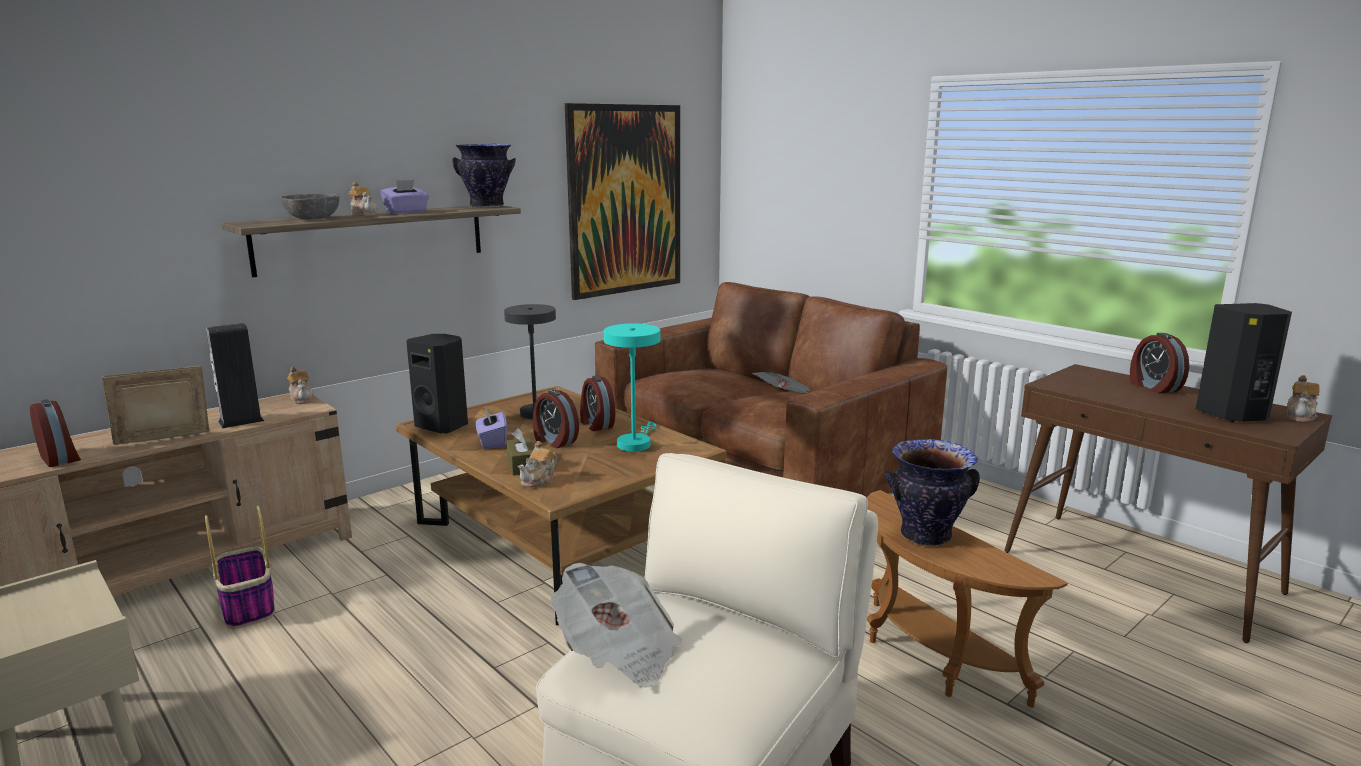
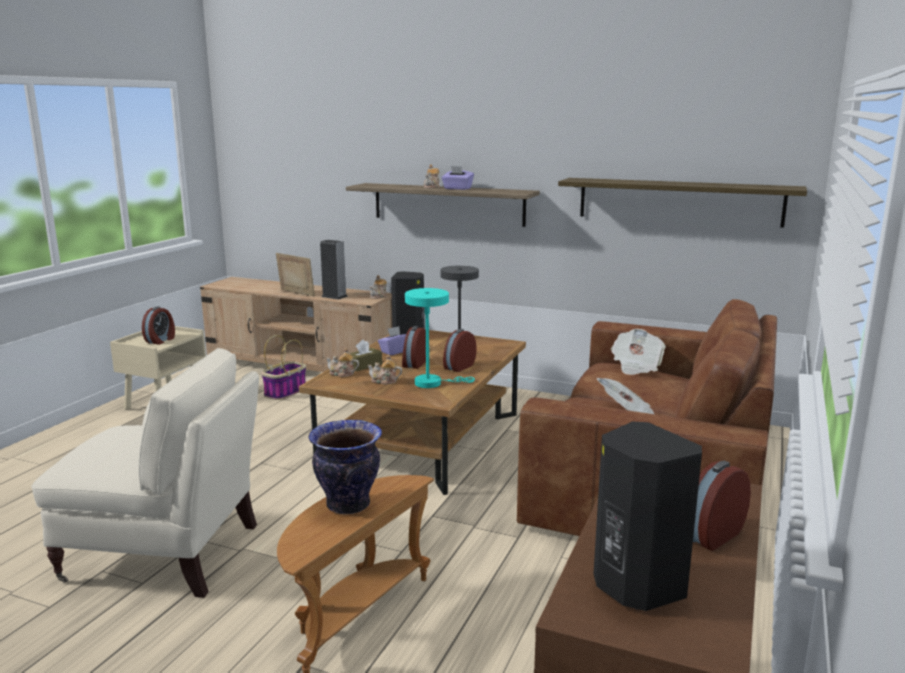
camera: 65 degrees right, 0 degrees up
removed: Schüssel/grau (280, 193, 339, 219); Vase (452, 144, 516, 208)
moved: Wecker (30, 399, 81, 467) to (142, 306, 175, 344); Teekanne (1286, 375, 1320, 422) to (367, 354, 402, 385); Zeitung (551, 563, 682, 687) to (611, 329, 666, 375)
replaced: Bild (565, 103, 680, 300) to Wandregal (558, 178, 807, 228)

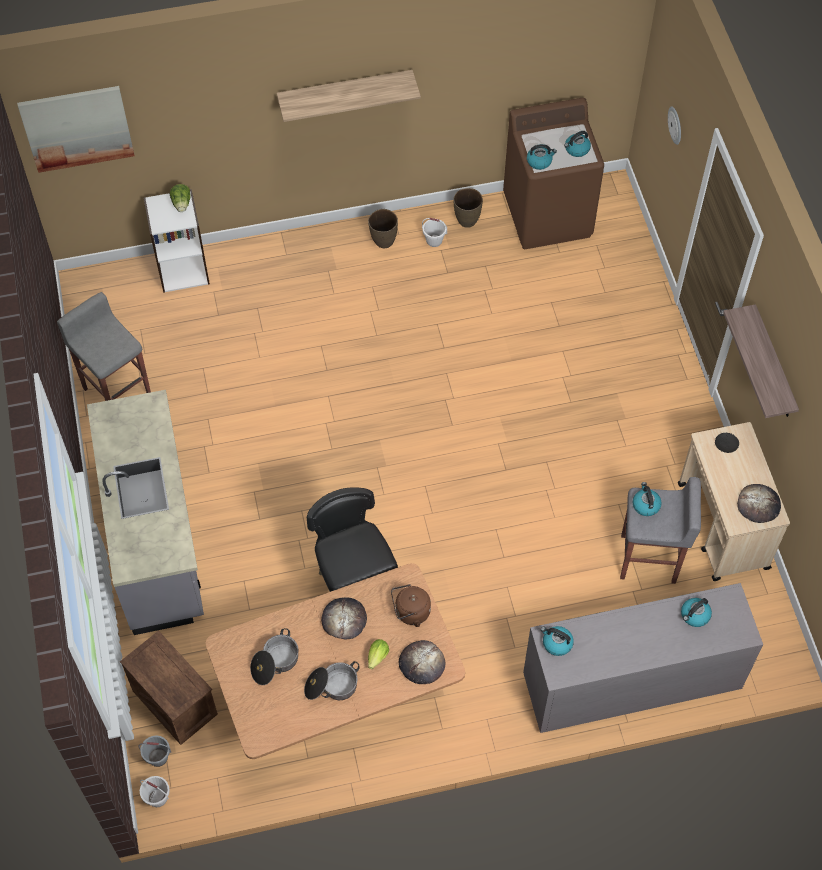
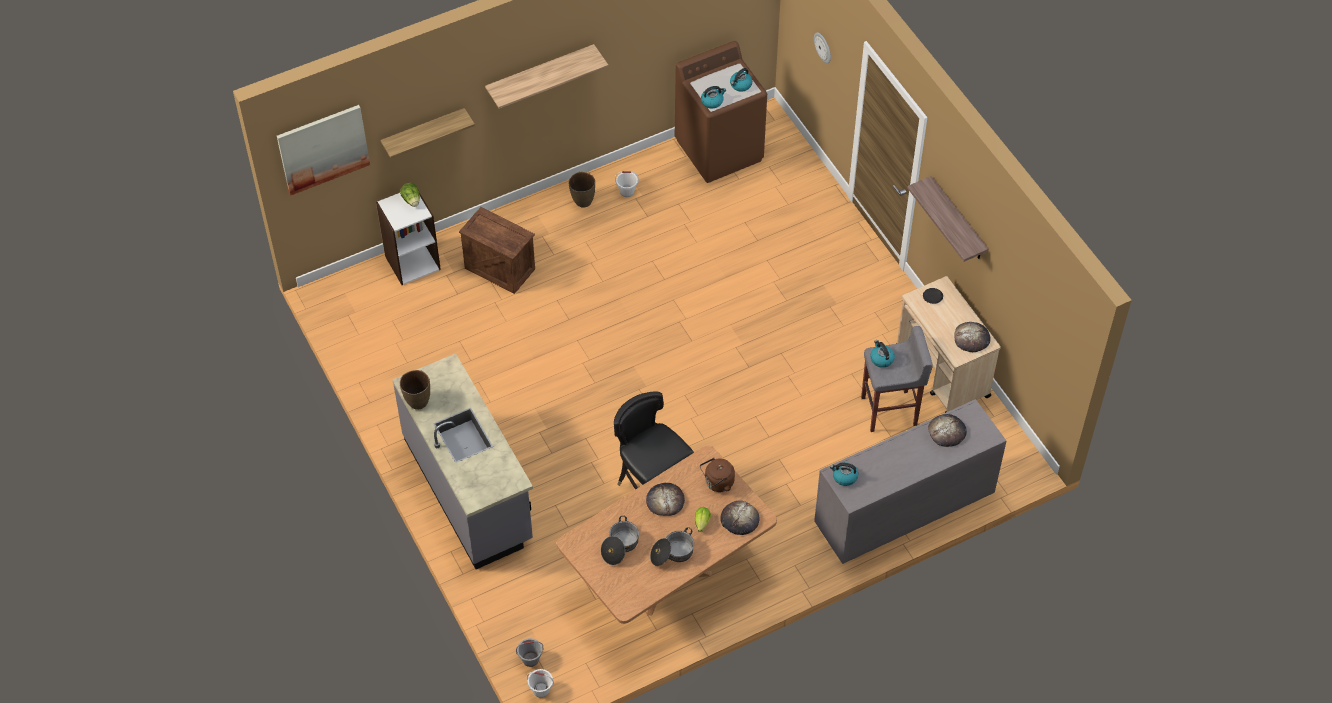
camera: 15 degrees left, 5 degrees down
removed: Hocker/grau (57, 292, 151, 401)
added: Wandregal (381, 108, 475, 158)
moved: Vase/braun (453, 188, 483, 228) to (400, 370, 430, 410); Kiste (120, 631, 218, 745) to (459, 207, 535, 294)
replaced: Wasserkessel (681, 598, 712, 627) to Brot (928, 414, 967, 447)

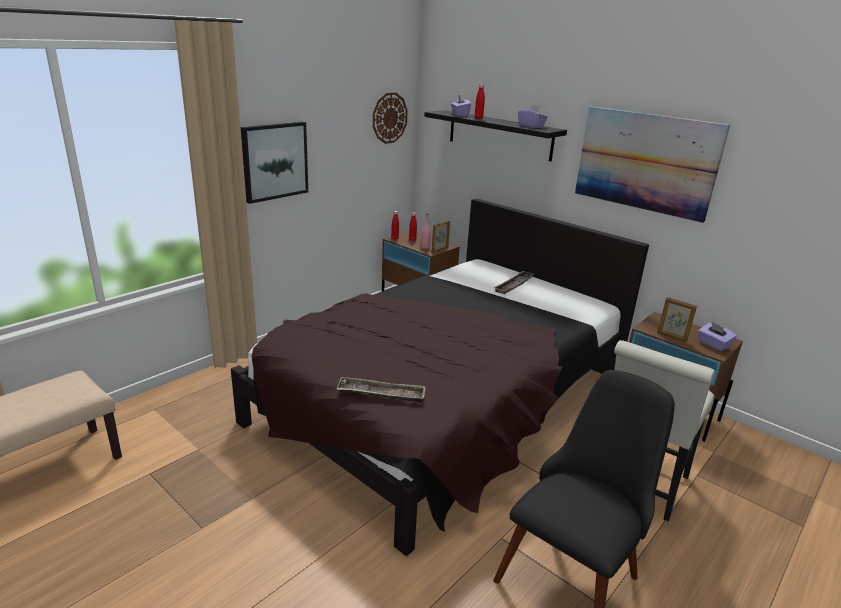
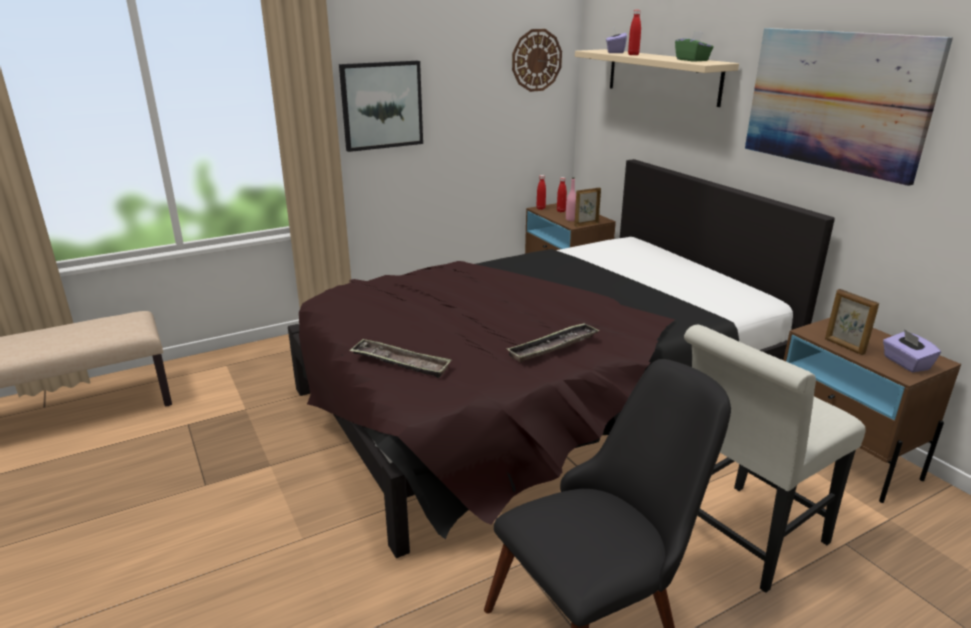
camera: 20 degrees right, 0 degrees up
moved: Tablett (494, 271, 534, 294) to (507, 323, 600, 362)
recoloured: Wandregal/schwarz (424, 110, 567, 161) to Wandregal/beige (575, 49, 739, 107); Taschentuchbox/lila (518, 104, 548, 128) to Taschentuchbox/grün (675, 31, 714, 62)

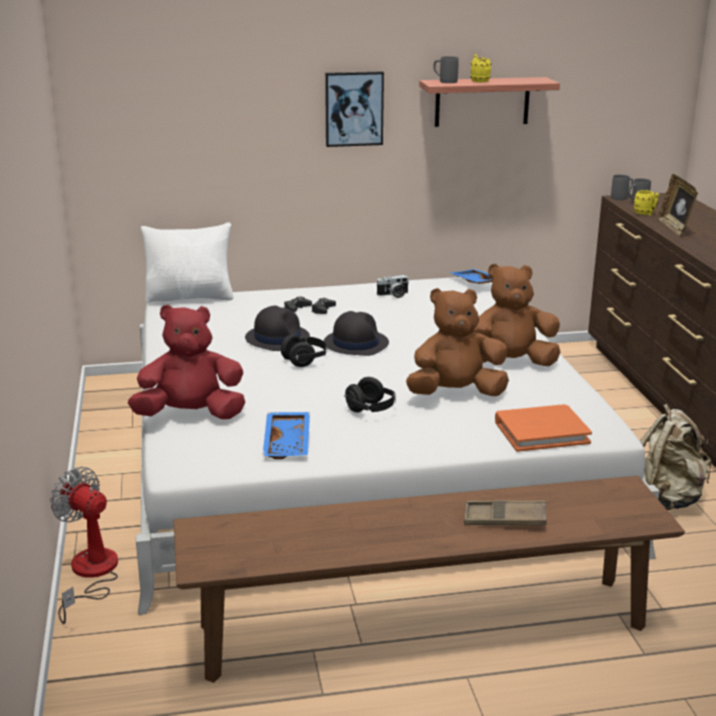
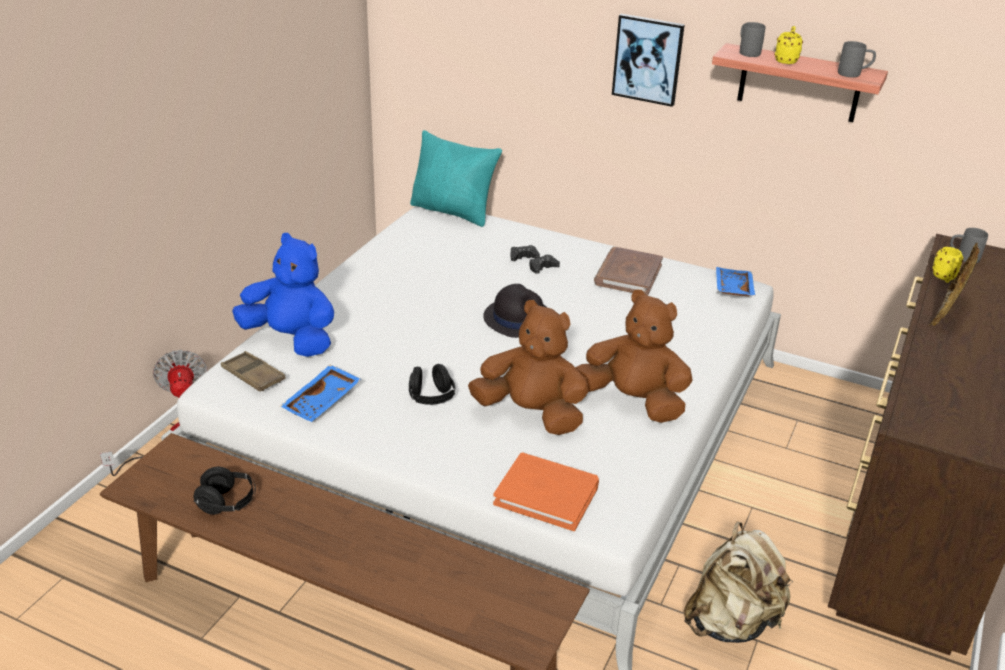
camera: 35 degrees right, 10 degrees up
removed: Hut/schwarz (245, 306, 310, 351)
moved: Kopfhörer/schwarz (281, 334, 328, 367) to (194, 467, 256, 515); Tablett/braun (464, 500, 547, 526) to (221, 351, 286, 392); Henkelbecher/grau (611, 175, 633, 200) to (838, 41, 876, 77)
replaced: Kamera (376, 275, 408, 298) to Buch/braun (594, 247, 663, 296)
recoloured: Plüschtier/rot (128, 304, 245, 419) to Plüschtier/blau (232, 233, 334, 357); Kissen/weiß (141, 222, 234, 303) to Kissen/türkis (410, 130, 502, 227)

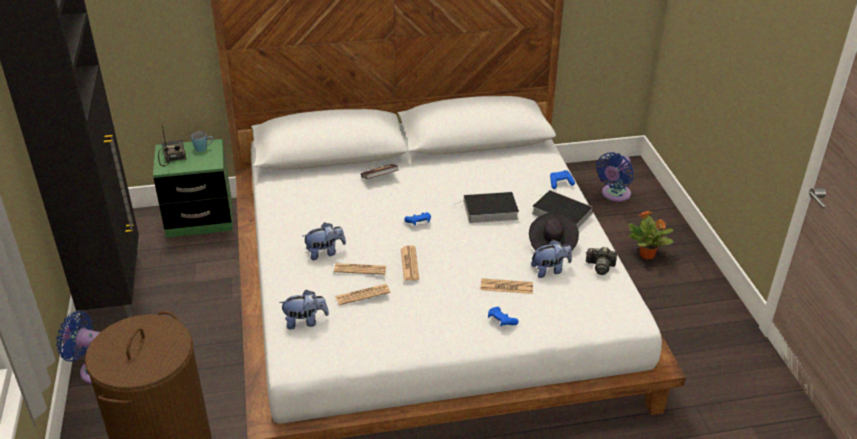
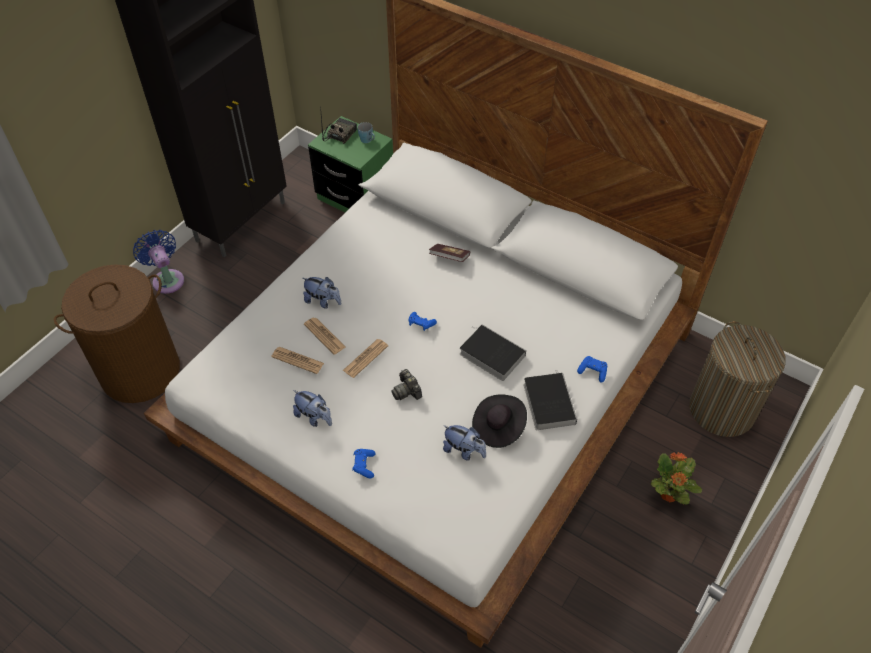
camera: 45 degrees right, 15 degrees up
removed: Zeitung (480, 278, 533, 294)
moved: Plüschtier (279, 290, 329, 330) to (293, 390, 332, 427); Kamera (586, 247, 617, 275) to (391, 369, 422, 400)
replaced: Ventilator/blau (596, 152, 634, 202) to Wäschekorb (689, 321, 786, 437)

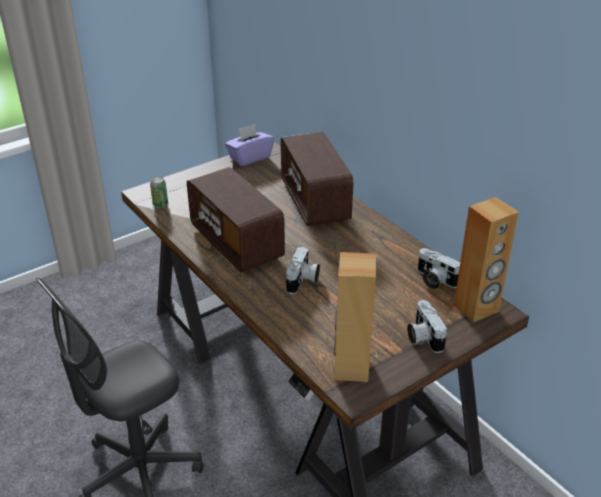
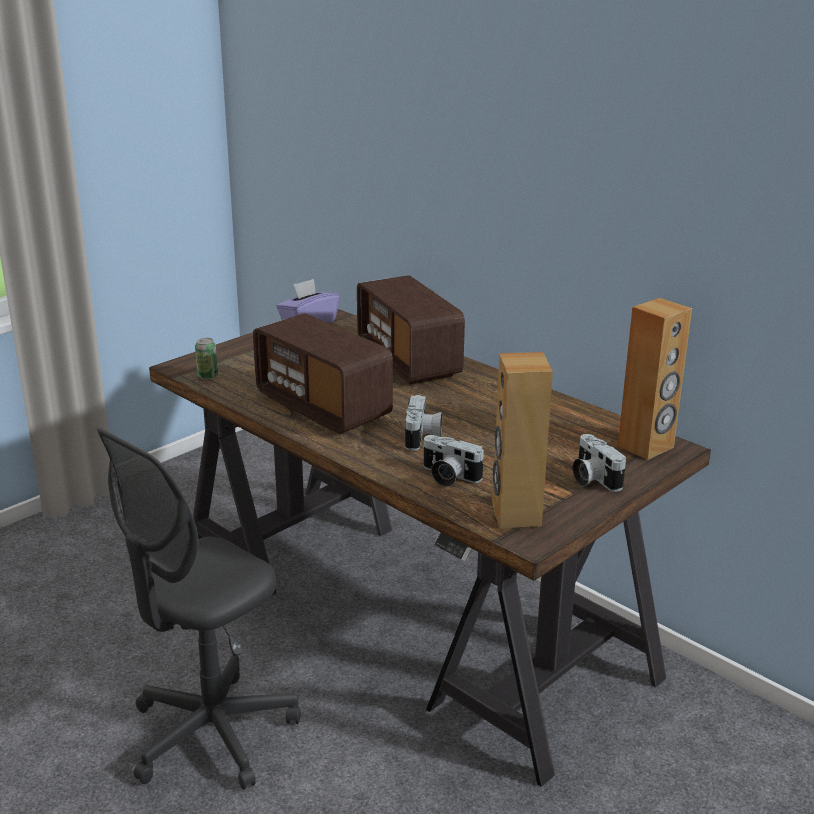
camera: 10 degrees left, 10 degrees down
moved: Kamera (418, 248, 460, 289) to (423, 435, 485, 487)

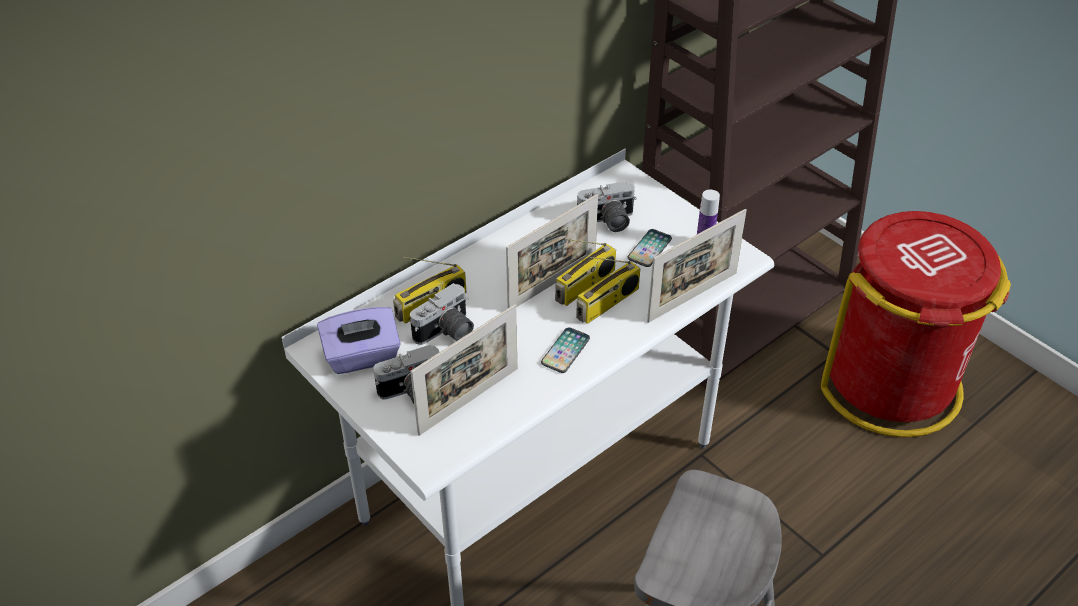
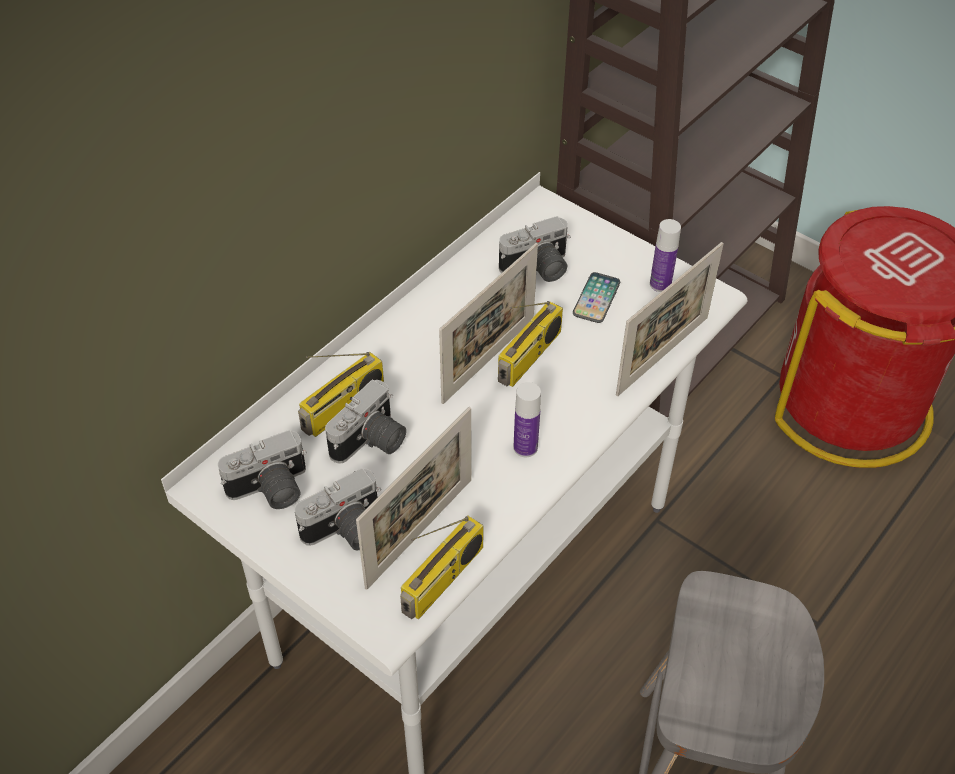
camera: 10 degrees left, 5 degrees up
moved: Radio (576, 257, 640, 324) to (400, 515, 484, 619)
replaced: Taschentuchbox/lila (317, 307, 401, 374) to Kamera (218, 430, 307, 509); Handy (541, 327, 590, 373) to Flasche (514, 382, 541, 457)

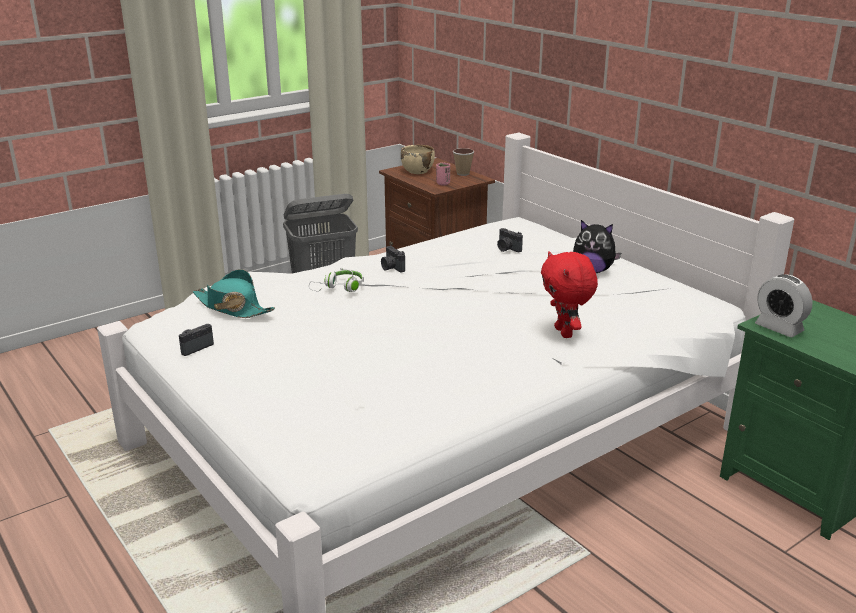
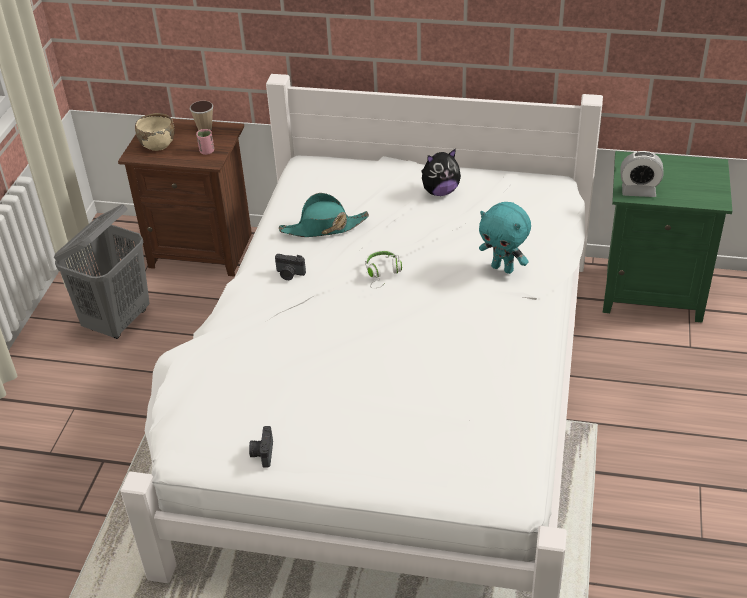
camera: 40 degrees left, 15 degrees up
removed: Kamera (497, 228, 523, 252)
moved: Hut/türkis (193, 269, 275, 318) to (279, 193, 369, 237); Kopfhörer/weiß (309, 267, 364, 292) to (365, 250, 402, 289)
recoloured: Plüschtier/rot (541, 251, 598, 338) to Plüschtier/türkis (479, 202, 531, 274)

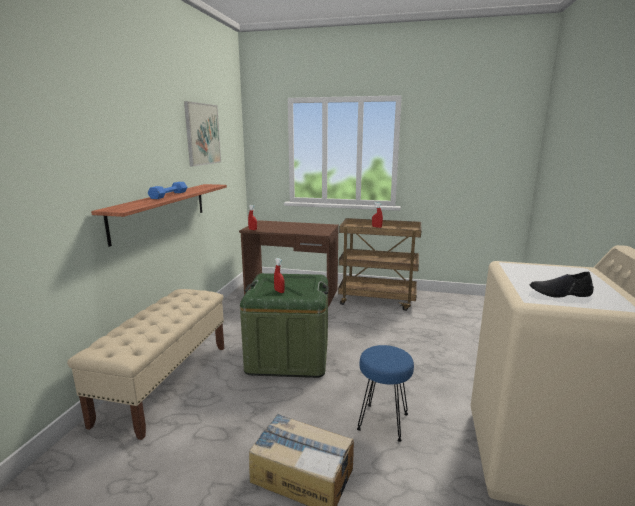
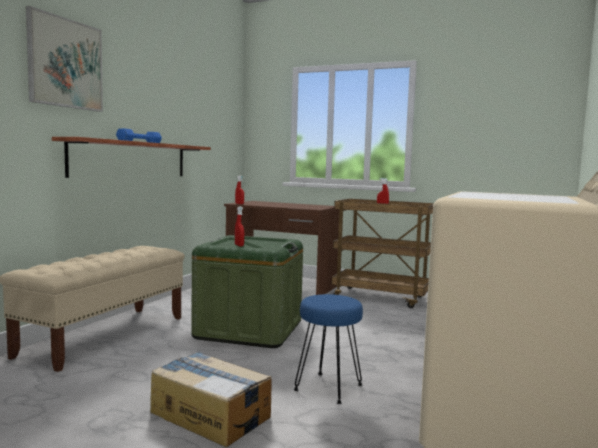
camera: 10 degrees right, 10 degrees down
removed: Schuh/schwarz (530, 272, 594, 297)
moved: Bild (184, 101, 221, 166) to (26, 6, 103, 112)

